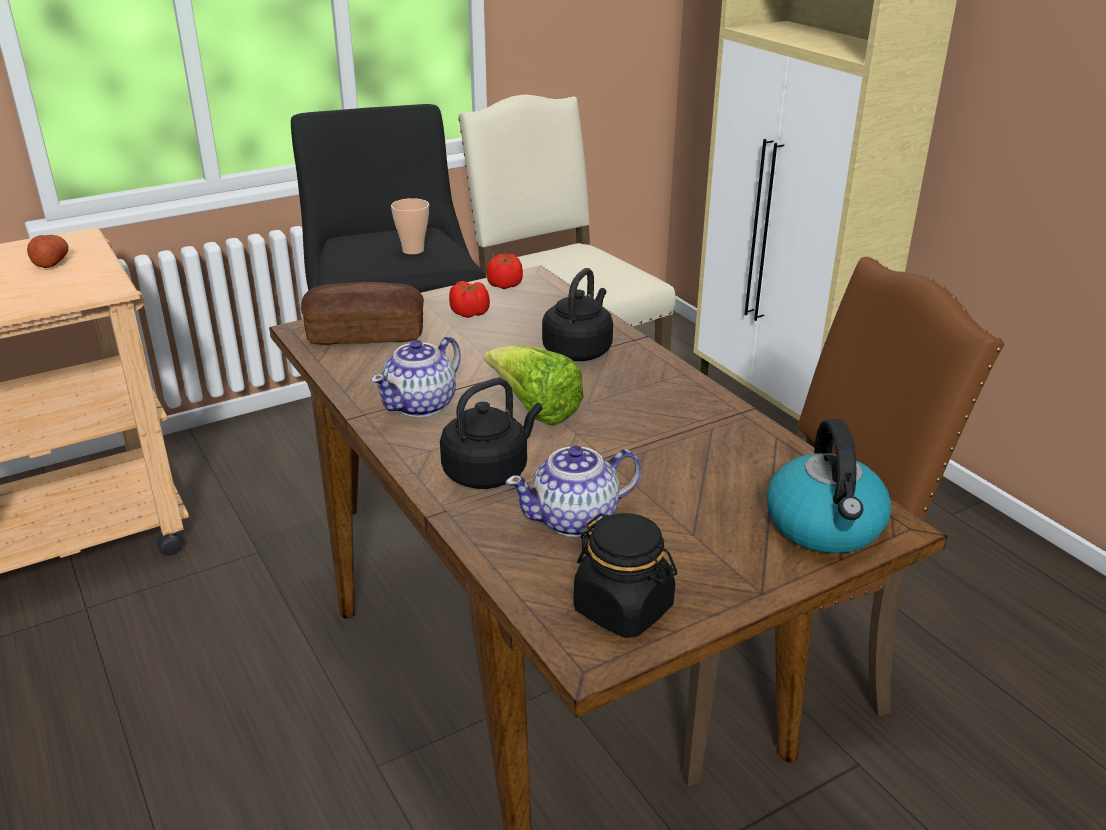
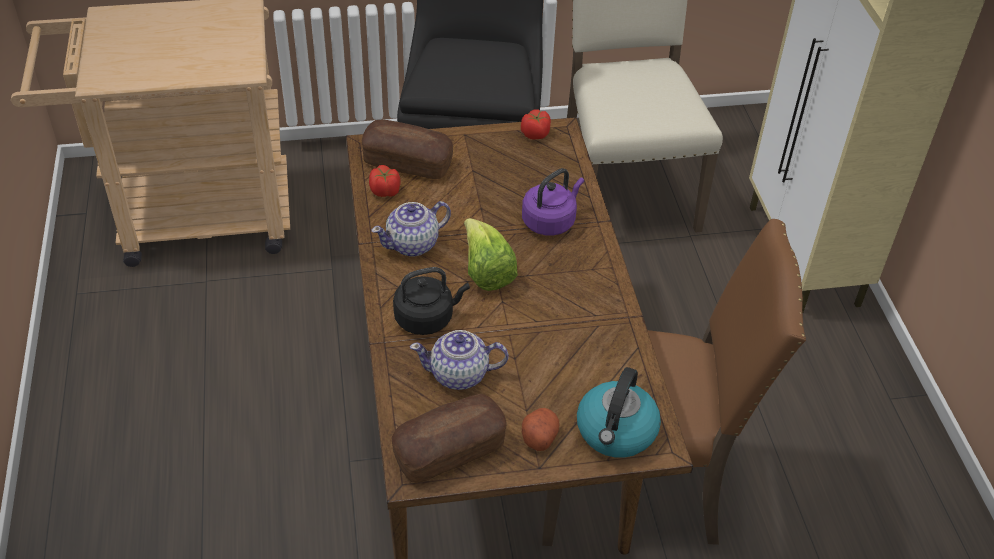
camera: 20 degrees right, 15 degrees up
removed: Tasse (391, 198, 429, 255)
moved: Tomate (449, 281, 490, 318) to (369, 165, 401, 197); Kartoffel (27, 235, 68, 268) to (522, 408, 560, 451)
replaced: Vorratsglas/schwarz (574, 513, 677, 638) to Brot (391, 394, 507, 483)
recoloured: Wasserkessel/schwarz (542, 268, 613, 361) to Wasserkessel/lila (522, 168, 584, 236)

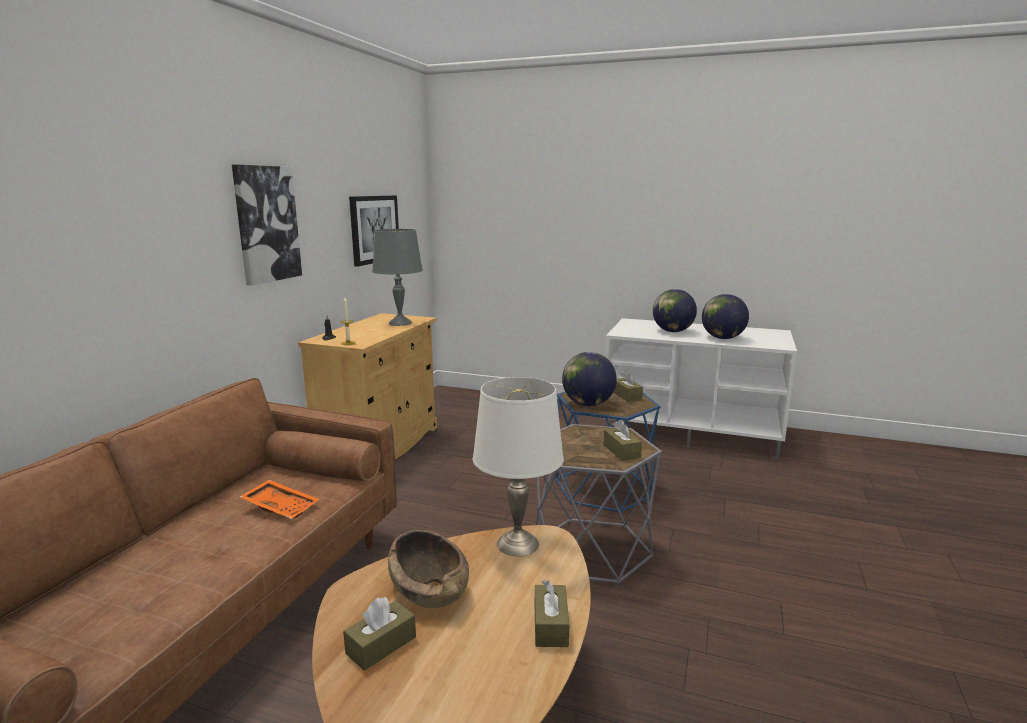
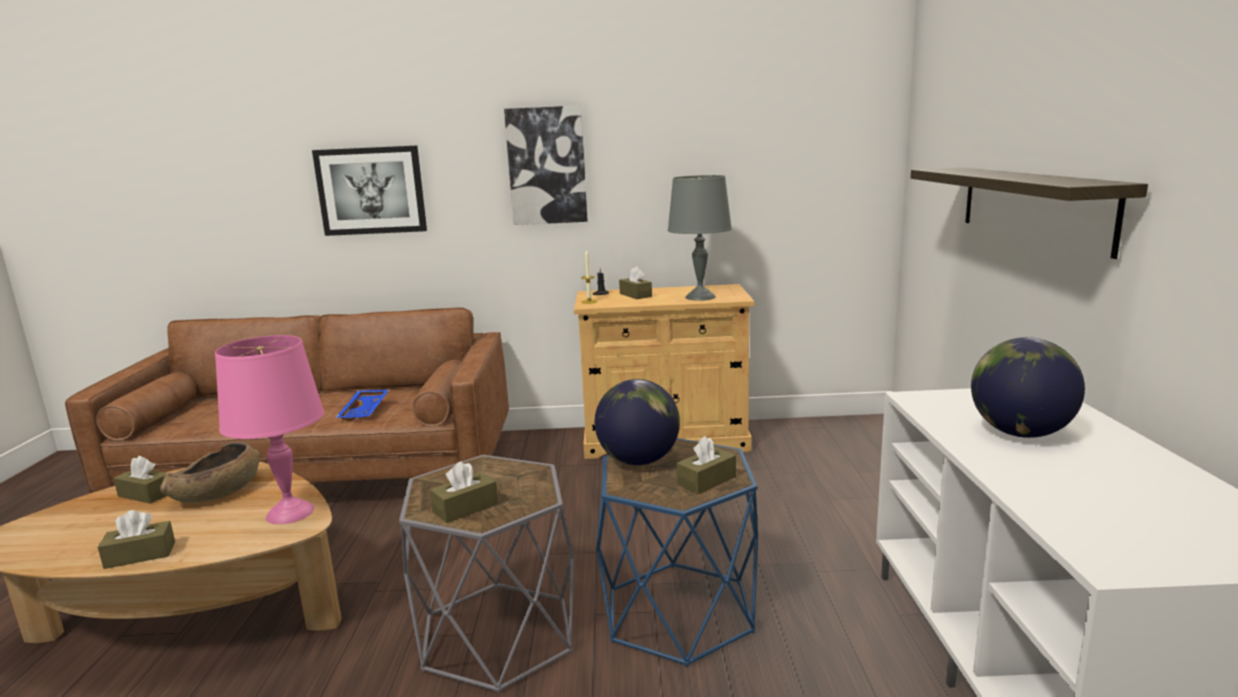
camera: 70 degrees right, 0 degrees up
removed: Globus (702, 294, 749, 339)
added: Taschentuchbox/braun (619, 267, 652, 299); Wandregal (911, 167, 1148, 259)
moved: Bild (349, 195, 399, 267) to (312, 146, 427, 236)
recoloured: Tischlampe/weiß (473, 377, 564, 556) to Tischlampe/rosa (215, 335, 324, 524); Tablett/orange (240, 480, 319, 519) to Tablett/blau (336, 390, 389, 421)

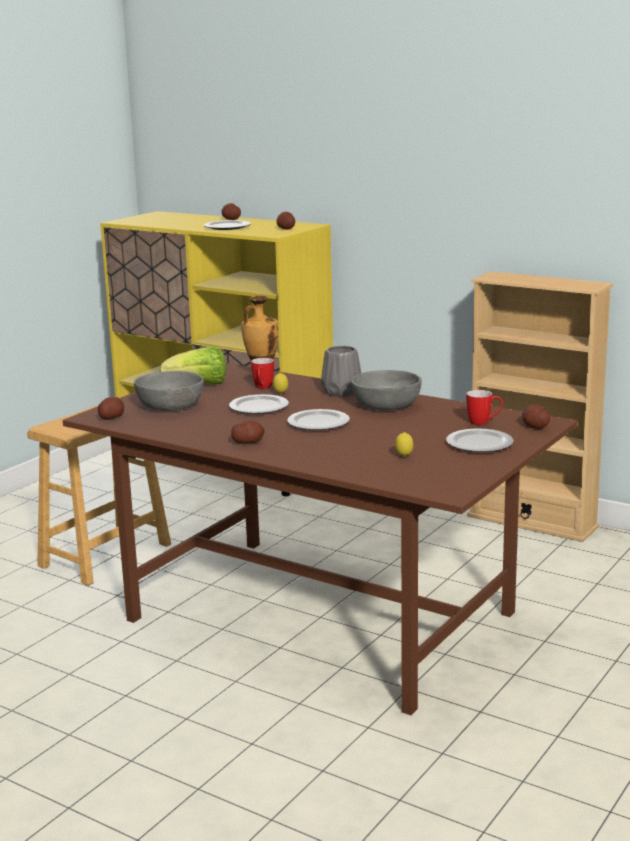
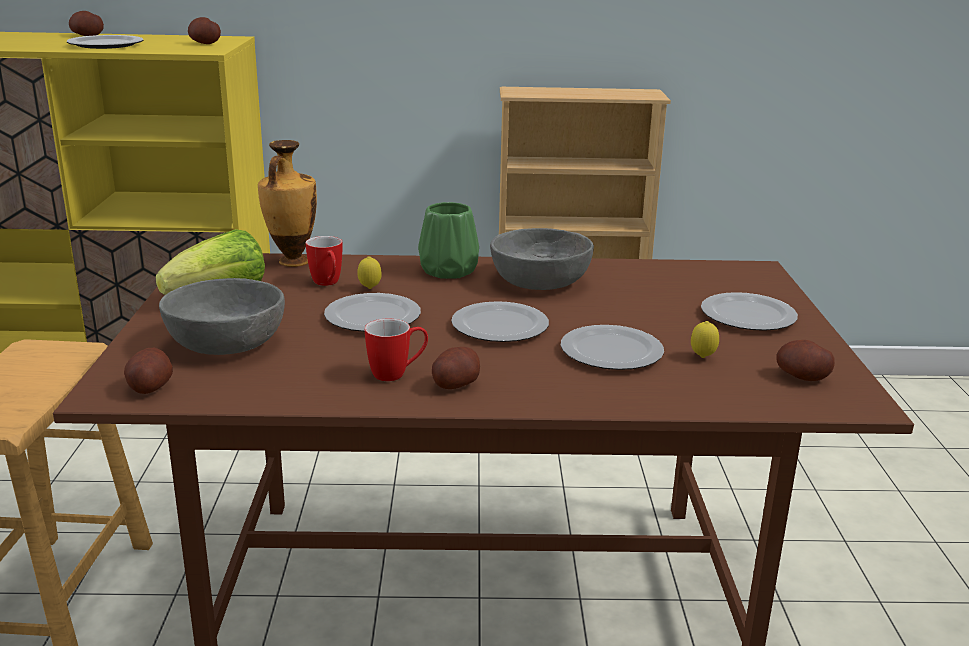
camera: 35 degrees left, 5 degrees up
added: Teller (561, 325, 664, 370)
moved: Henkelbecher (466, 390, 503, 425) to (365, 319, 428, 381); Kartoffel (522, 404, 550, 429) to (776, 340, 835, 381)
recoloured: Vase/grau (321, 346, 361, 397) to Vase/grün (418, 202, 479, 279)

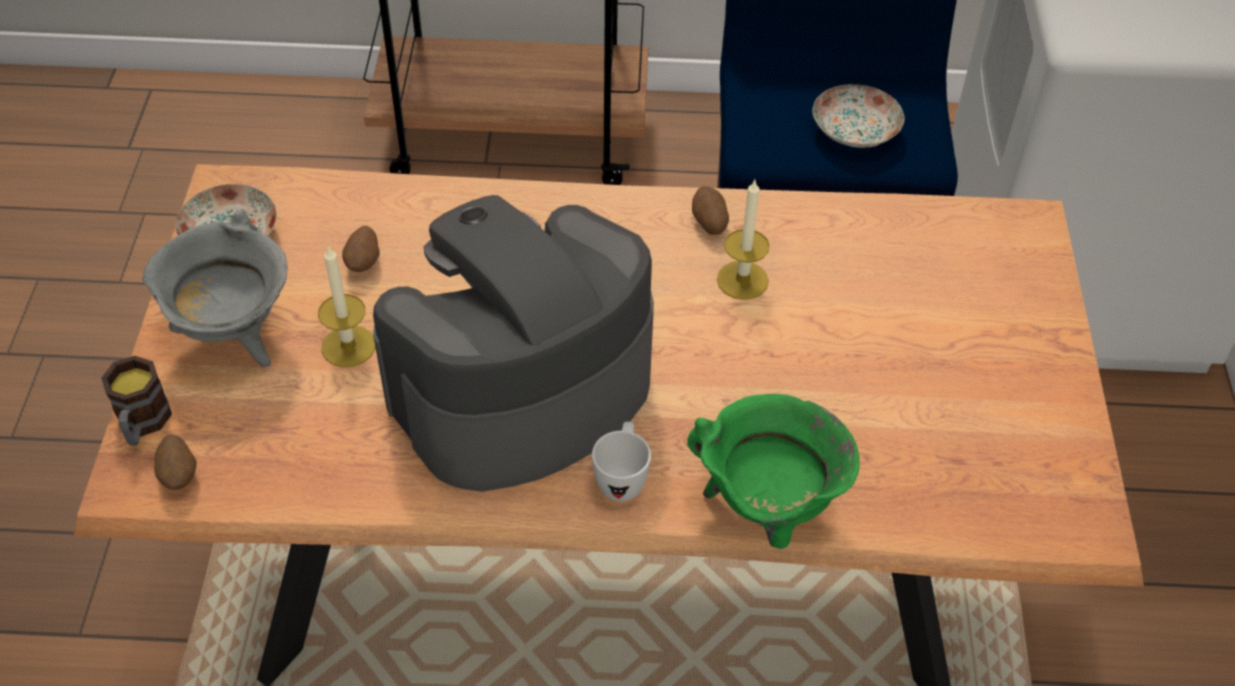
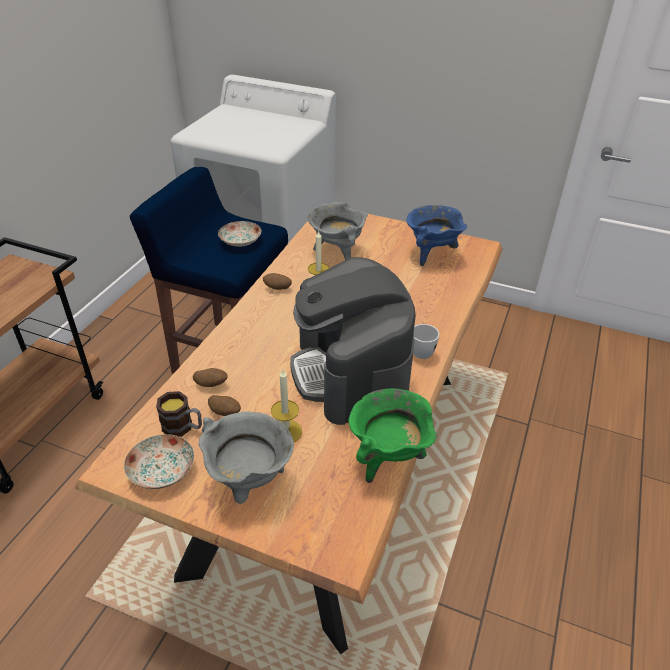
camera: 70 degrees left, 10 degrees down
added: Kochtopf/grau (308, 202, 368, 260); Kochtopf/blau (407, 205, 467, 266)
moved: Henkelbecher (101, 356, 172, 446) to (156, 391, 202, 437); Kartoffel (154, 434, 197, 490) to (193, 368, 228, 387); Kochtopf/grün (687, 394, 860, 549) to (348, 388, 437, 483)

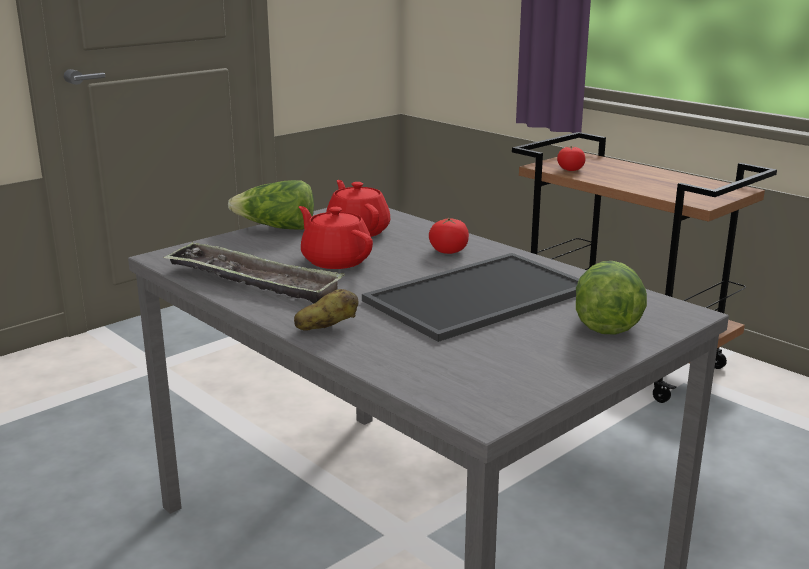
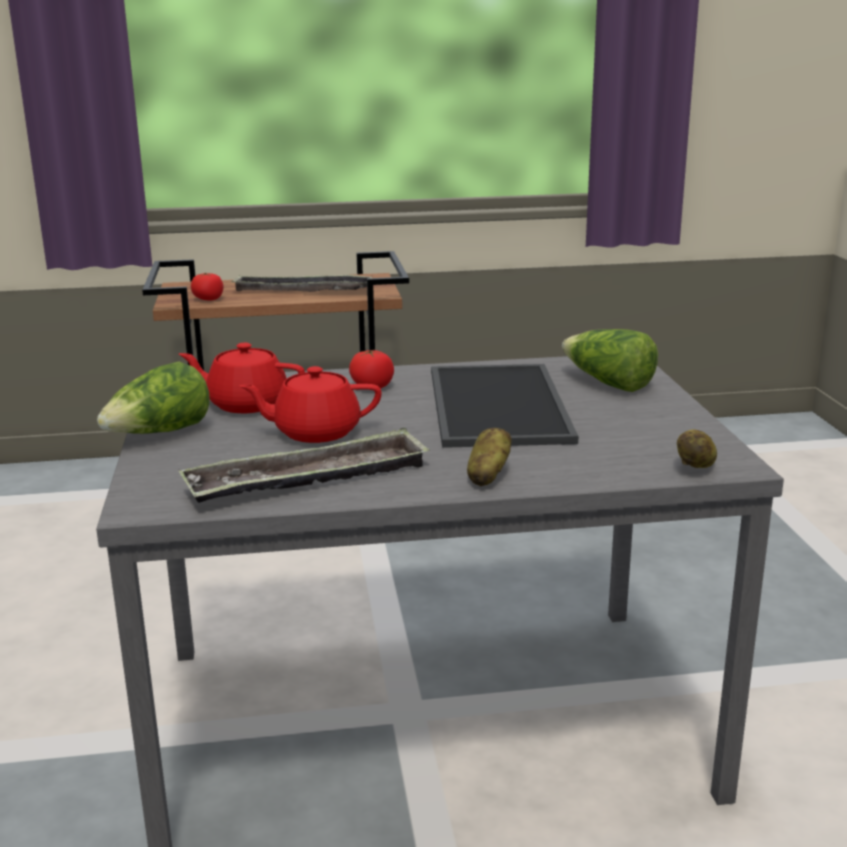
camera: 55 degrees left, 0 degrees up
added: Tablett (231, 275, 372, 292); Kartoffel (677, 429, 717, 468)

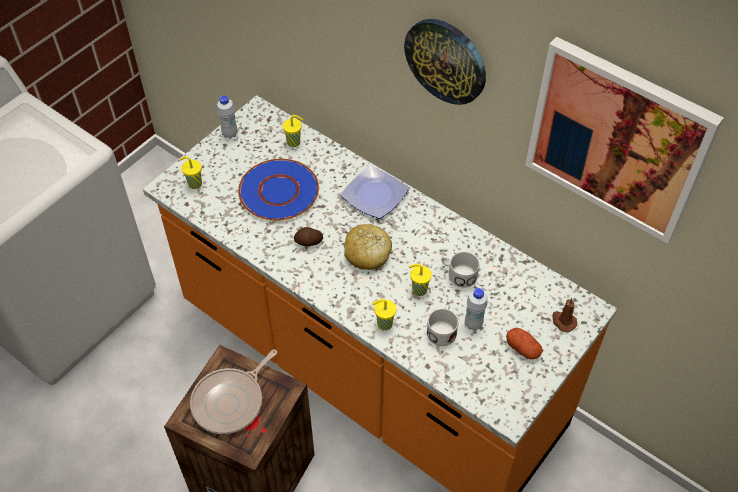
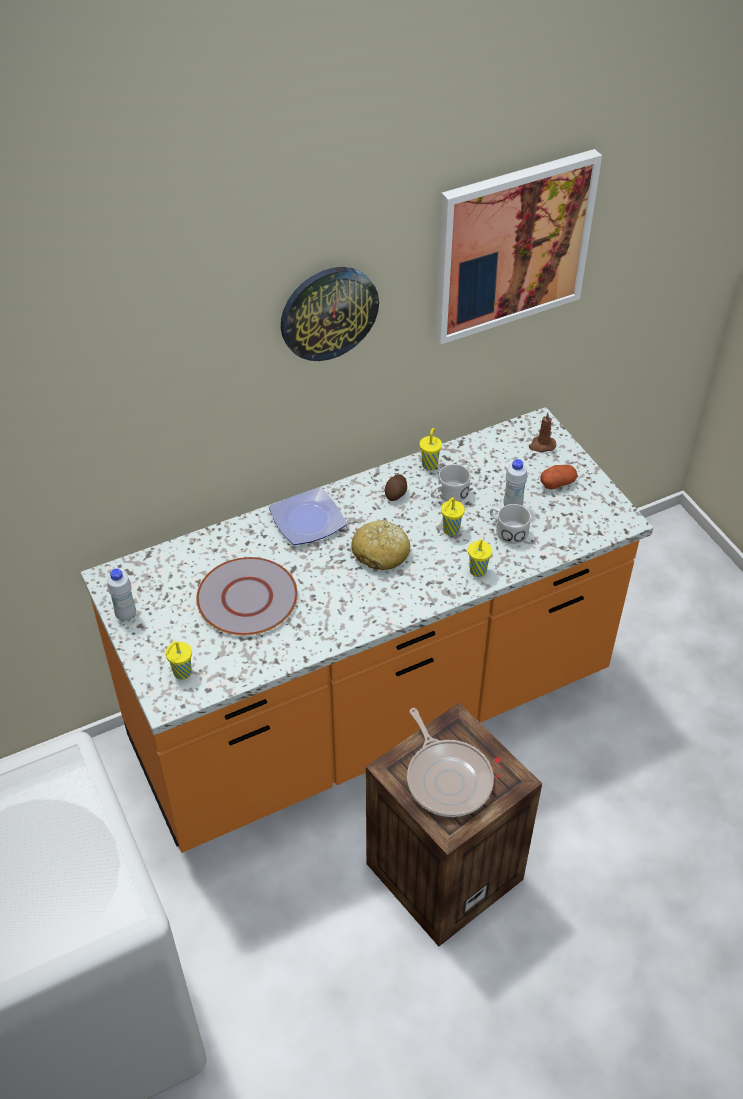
camera: 65 degrees left, 5 degrees down
moved: Kartoffel (294, 227, 323, 246) to (385, 474, 407, 501); Tasse/gelb (283, 115, 303, 147) to (420, 428, 442, 470)
recoloured: Teller/blau (238, 159, 319, 221) to Teller/grau (196, 557, 298, 635)

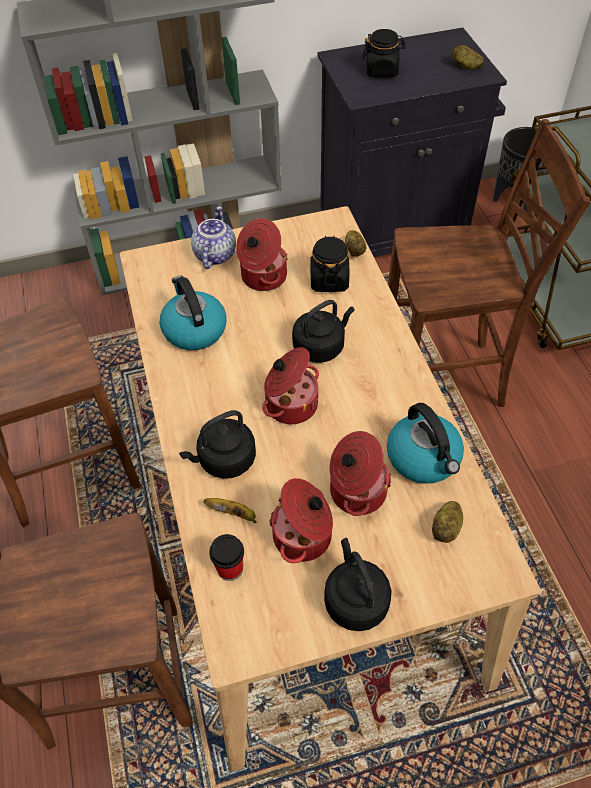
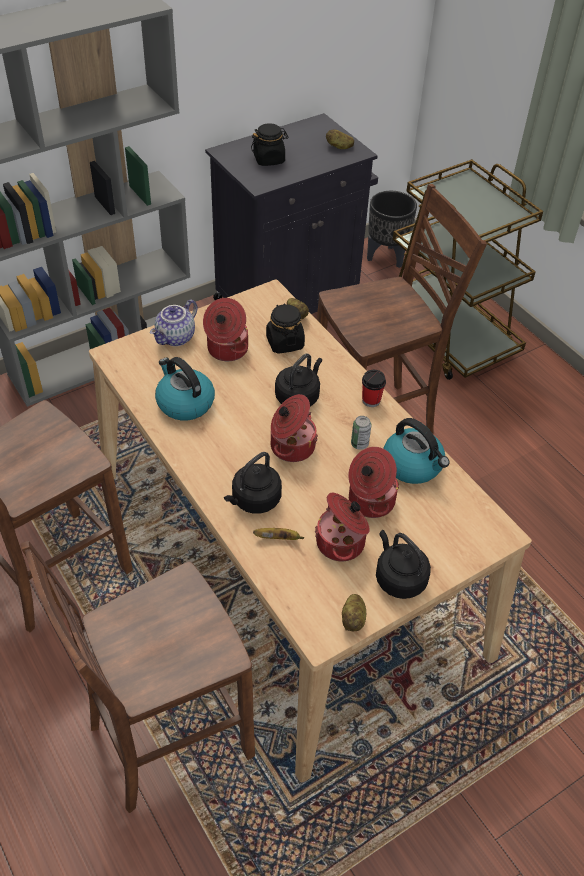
camera: 20 degrees left, 5 degrees down
added: Dose (351, 416, 371, 450)
moved: Kartoffel (432, 501, 463, 543) to (342, 594, 366, 632); Tasse (209, 534, 244, 581) to (362, 370, 386, 407)
turned: Teekanne (191, 206, 236, 269) = (150, 299, 197, 346) 135 degrees counterclockwise

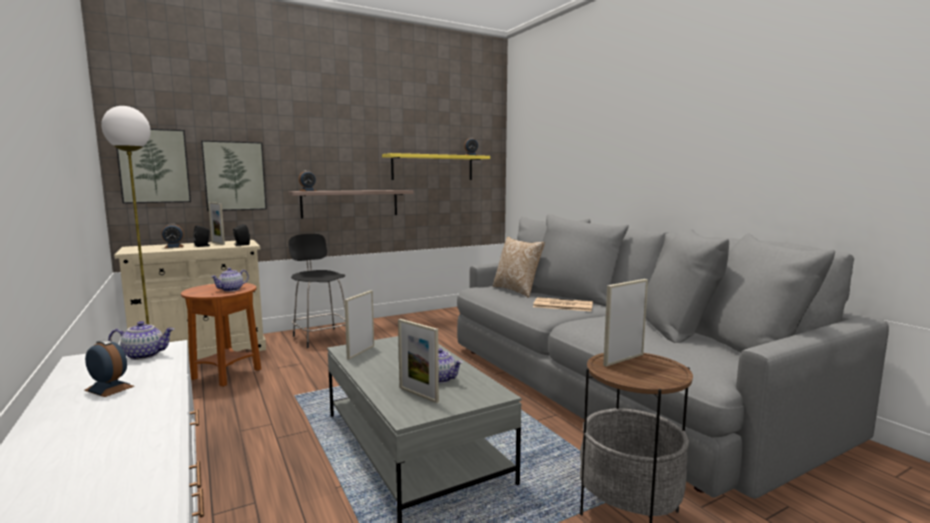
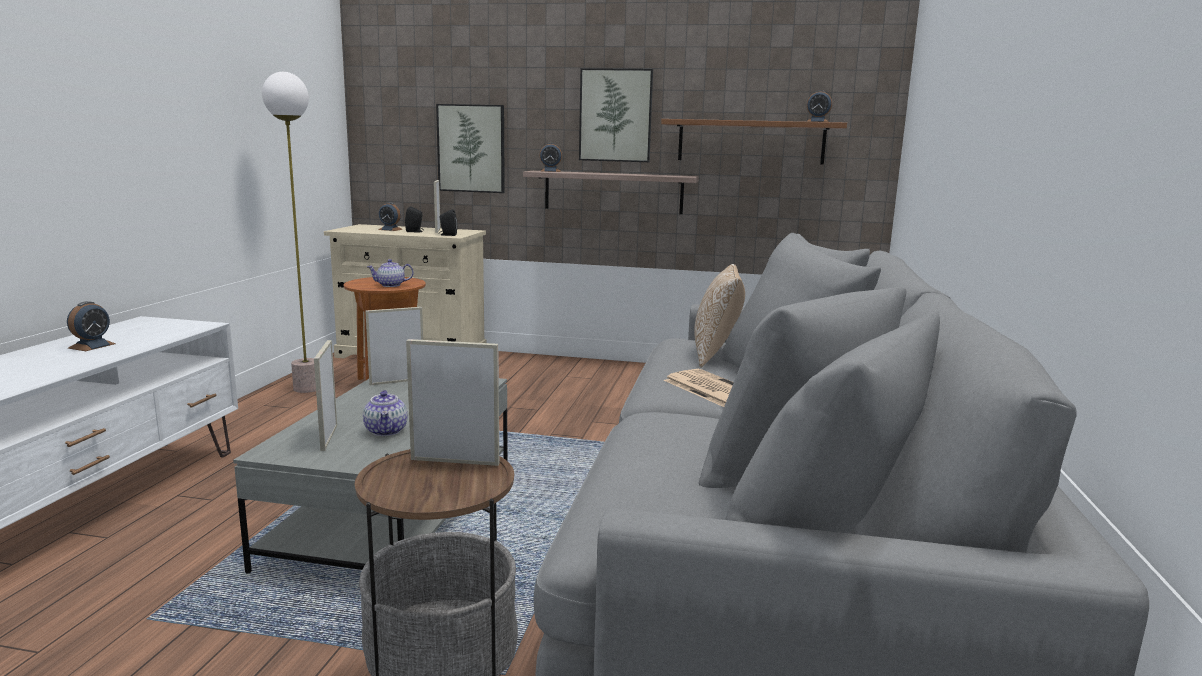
camera: 40 degrees right, 5 degrees up
removed: Teekanne (108, 321, 174, 360); Hocker/schwarz (288, 234, 346, 348)
moved: Bild (116, 128, 191, 204) to (579, 68, 653, 162)
recoloured: Wandregal/gelb (382, 153, 490, 180) to Wandregal/braun (661, 119, 847, 164)
turned: Wecker (84, 340, 134, 397) = (67, 301, 116, 351) 45 degrees clockwise

